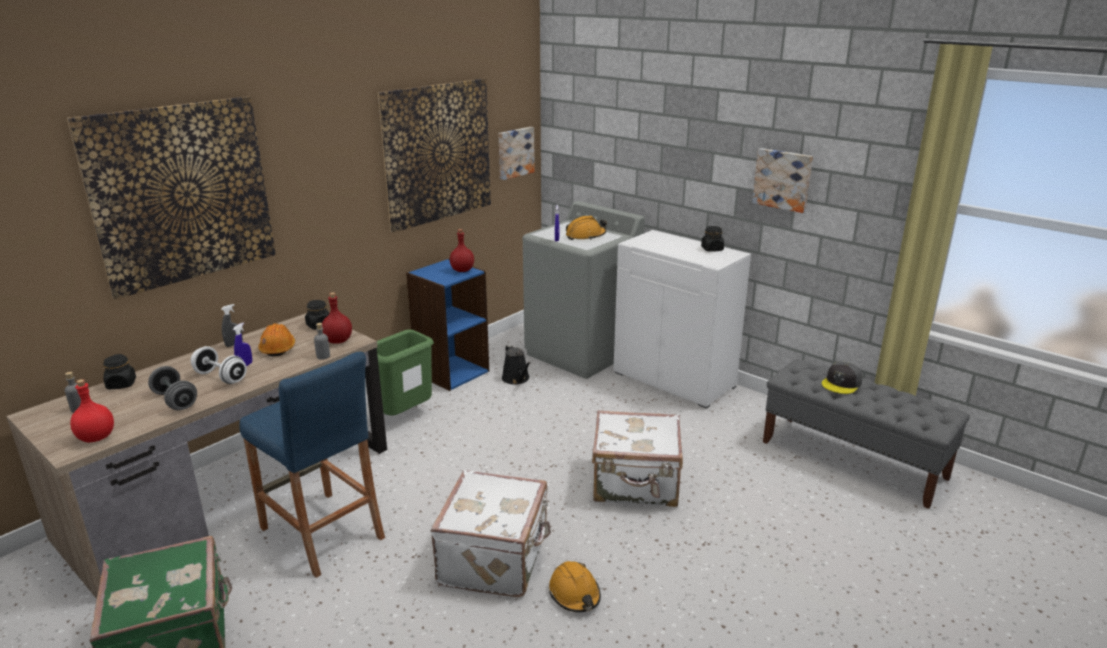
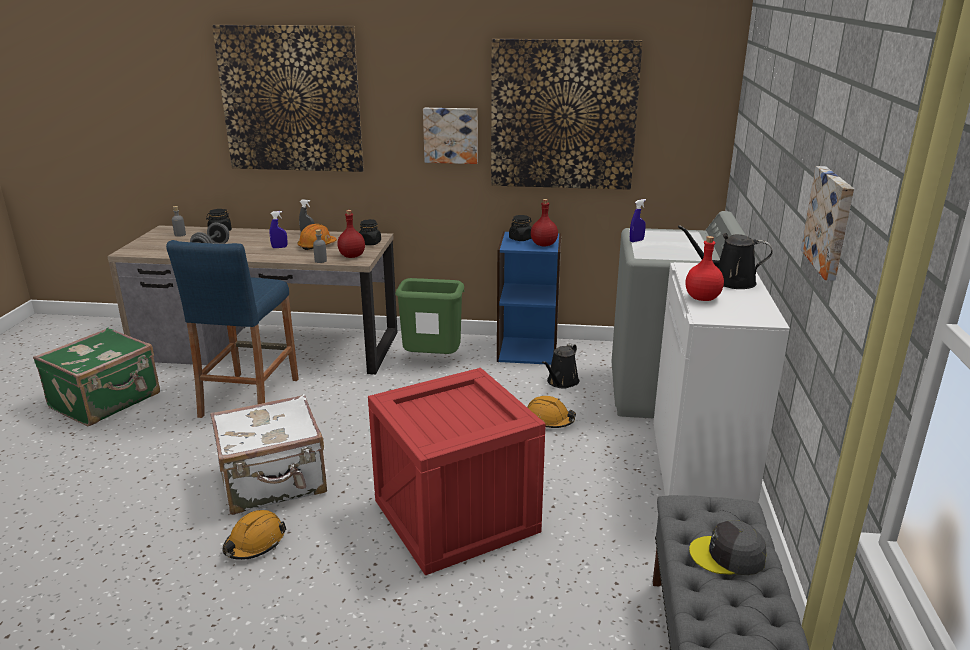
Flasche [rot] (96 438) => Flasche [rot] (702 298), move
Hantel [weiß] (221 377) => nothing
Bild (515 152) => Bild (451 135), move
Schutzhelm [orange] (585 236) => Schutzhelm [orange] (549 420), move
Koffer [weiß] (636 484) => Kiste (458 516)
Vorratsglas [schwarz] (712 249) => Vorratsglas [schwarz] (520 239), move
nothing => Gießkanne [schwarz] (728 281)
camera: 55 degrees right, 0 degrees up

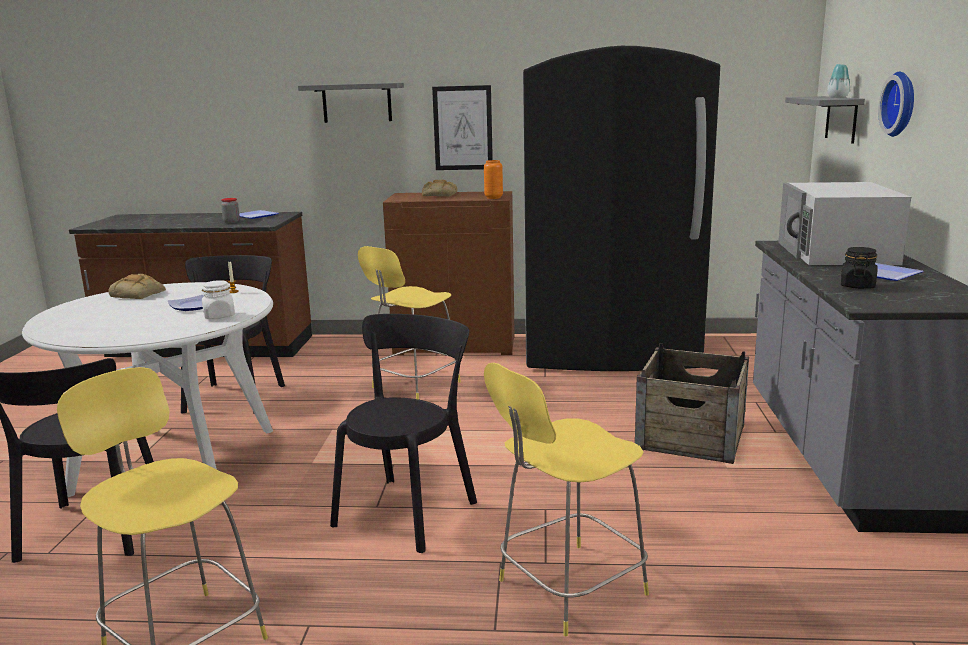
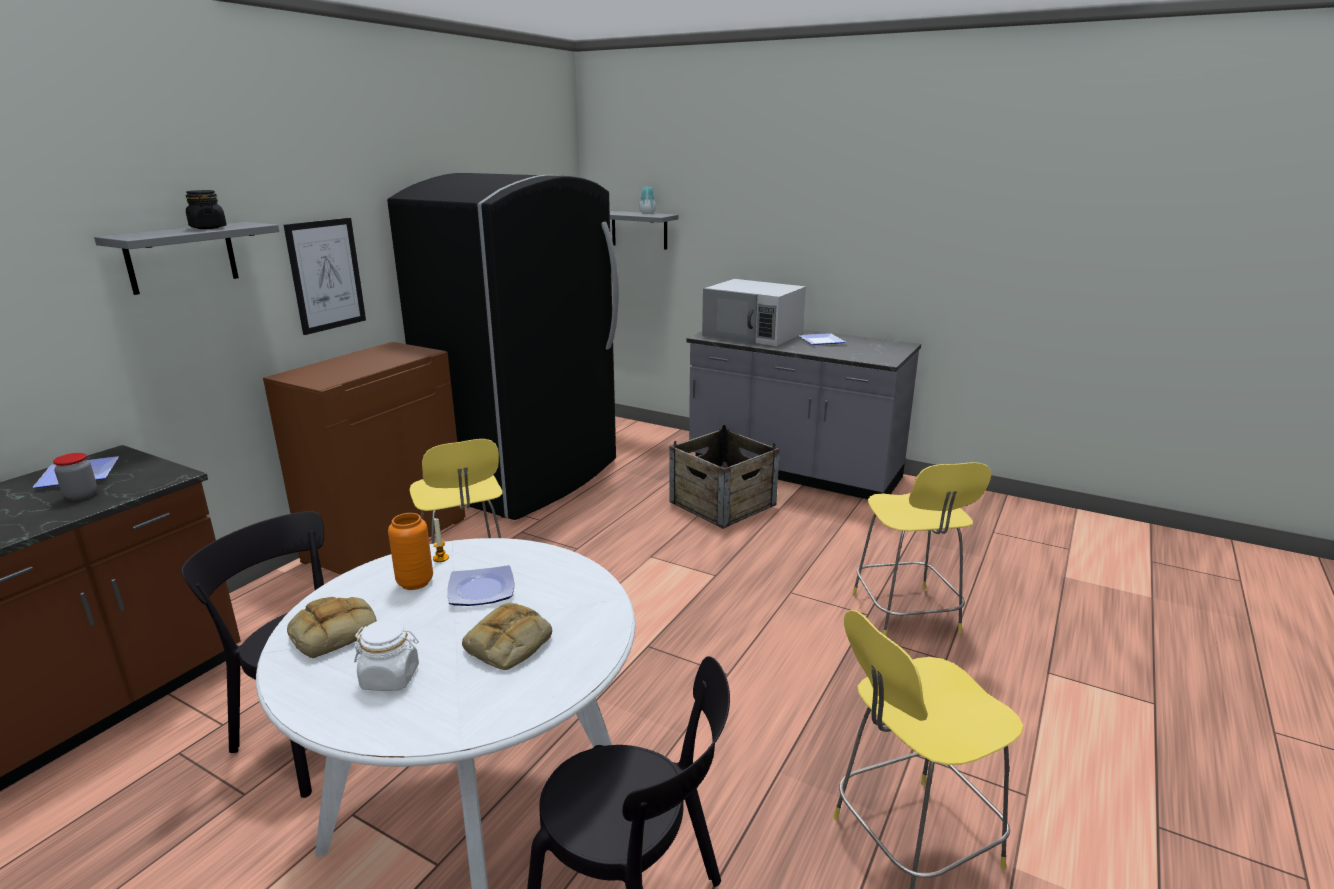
Vorratsglas [weiß] (219 316) => Vorratsglas [weiß] (390 677), move
Stuhl [schwarz] (409 510) => nothing
Brot (439 195) => Brot (508 644), move
Vase [orange] (493 197) => Vase [orange] (415 582), move
Vorratsglas [schwarz] (857 286) => Vorratsglas [schwarz] (208 228), move
Wanduhr (902 104) => nothing
camera: 65 degrees left, 5 degrees up

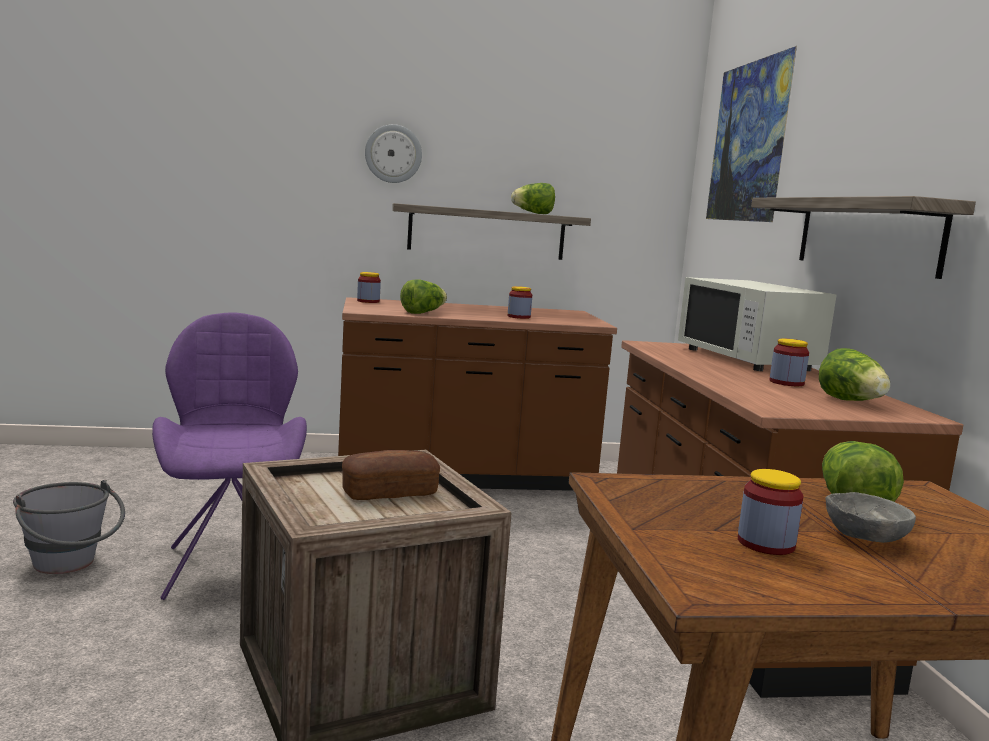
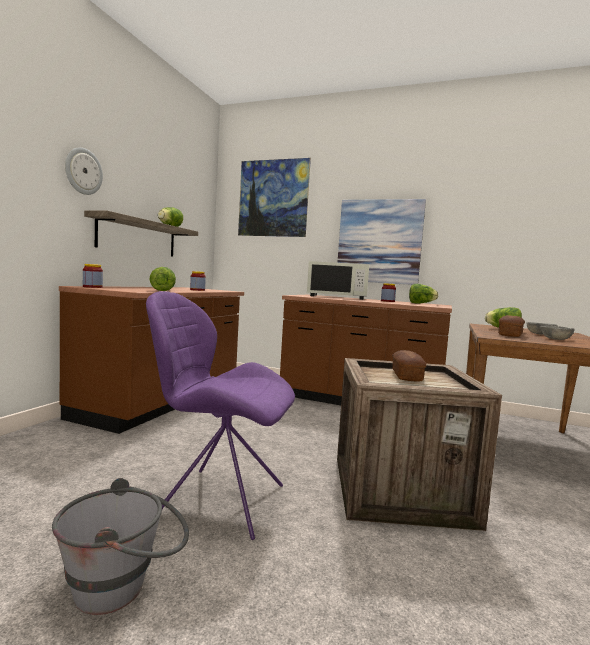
Vorratsglas (766 544) => Schüssel [grau] (555 339)
Wandregal (866 235) => Bild (379 241)
nothing => Brot (510 335)
camera: 60 degrees left, 5 degrees down

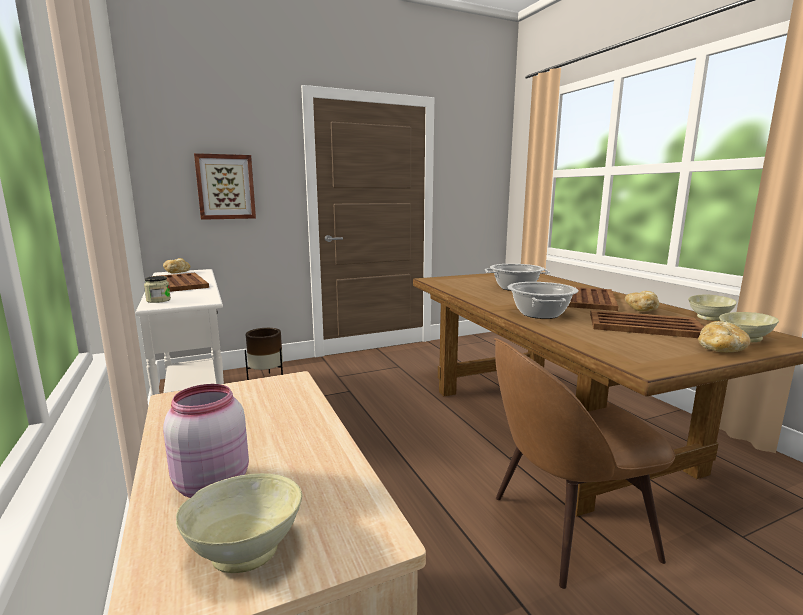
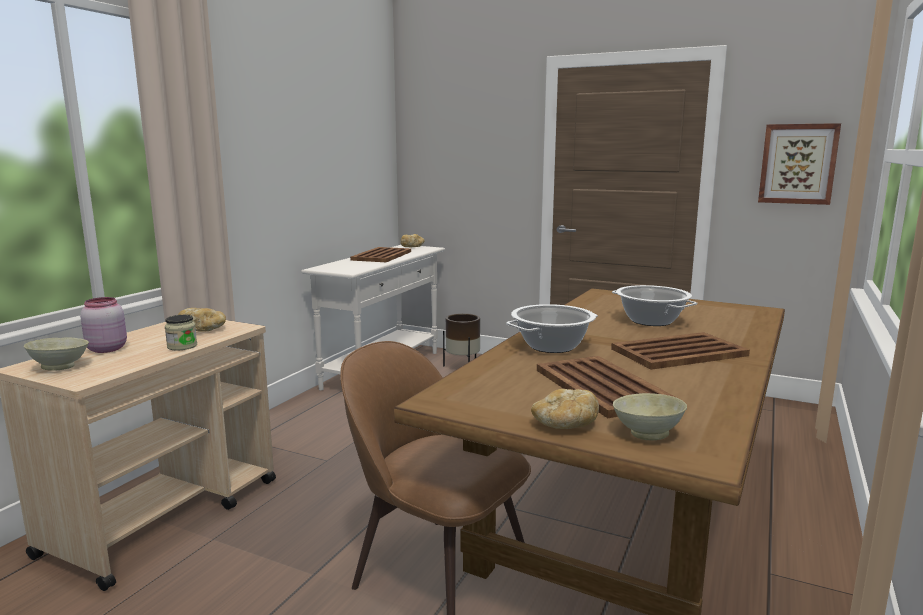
Vorratsglas (158 300) => Vorratsglas (182 346), move
Bild (225 187) => Bild (797 164), move
Brot (641 310) => Brot (203 330), move
Schüssel [beige] (708 318) => nothing
camera: 50 degrees right, 0 degrees up

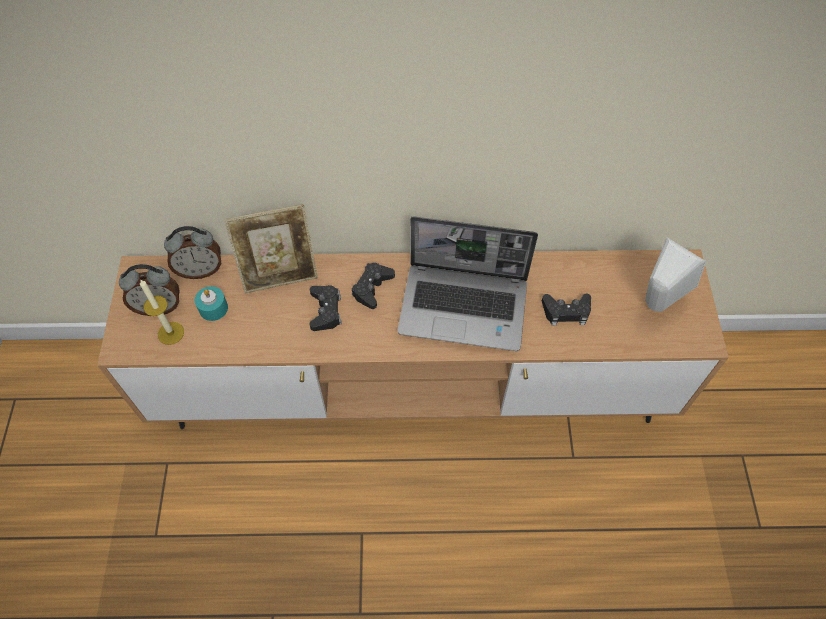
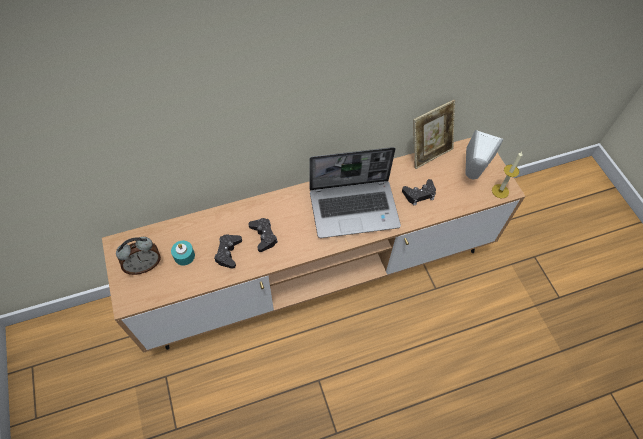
Kerze (171 333) => Kerze (500 191), move
Wecker (200 270) => nothing
Bilderrahmen (280 274) => Bilderrahmen (429 152), move
Gamepad [schwarz] (372 288) => Gamepad [schwarz] (228 252), move
camera: 20 degrees left, 0 degrees up

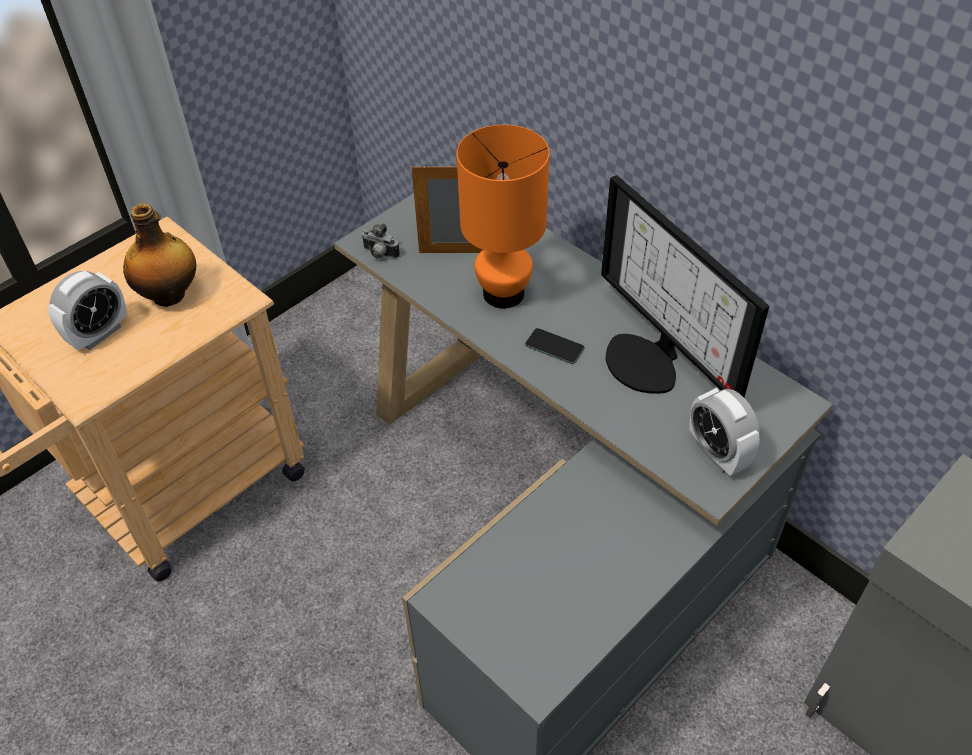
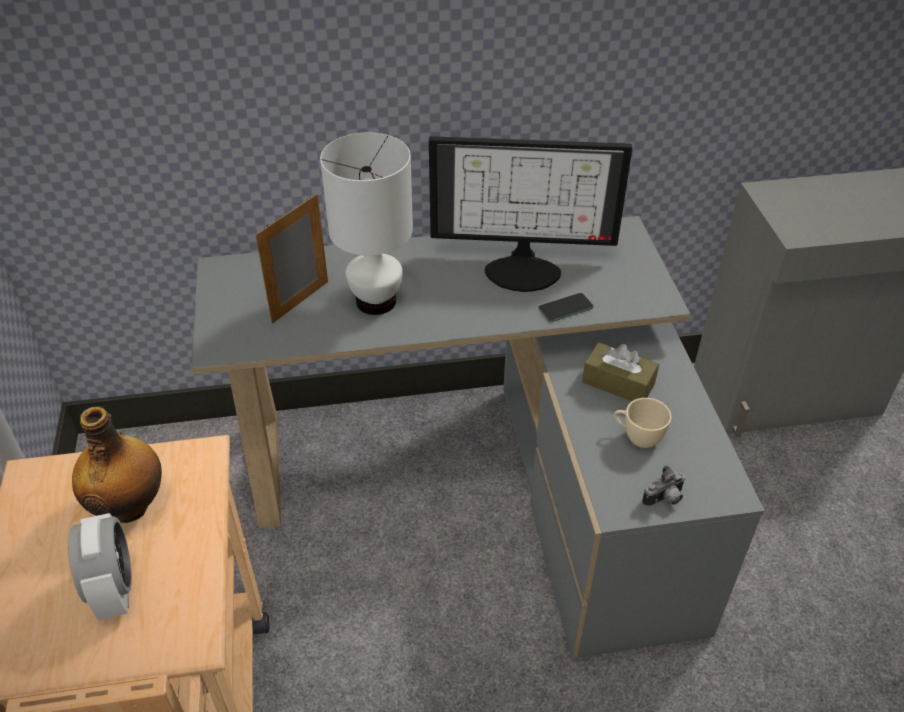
Kamera (379 254) => Kamera (664 499), move
Tischlampe [orange] (504 294) => Tischlampe [weiß] (377 301)
Handy (554 347) => Handy (565 308), move
Wecker (717 453) => nothing
nothing => Taschentuchbox [braun] (618 383)
nothing => Tasse [beige] (637 437)
camera: 55 degrees left, 5 degrees down

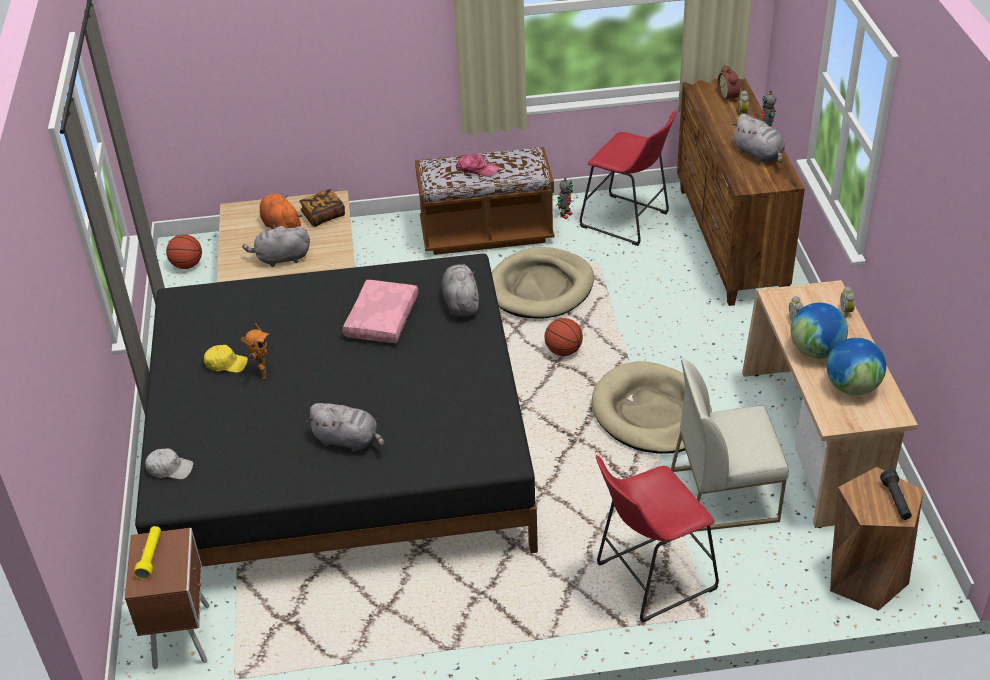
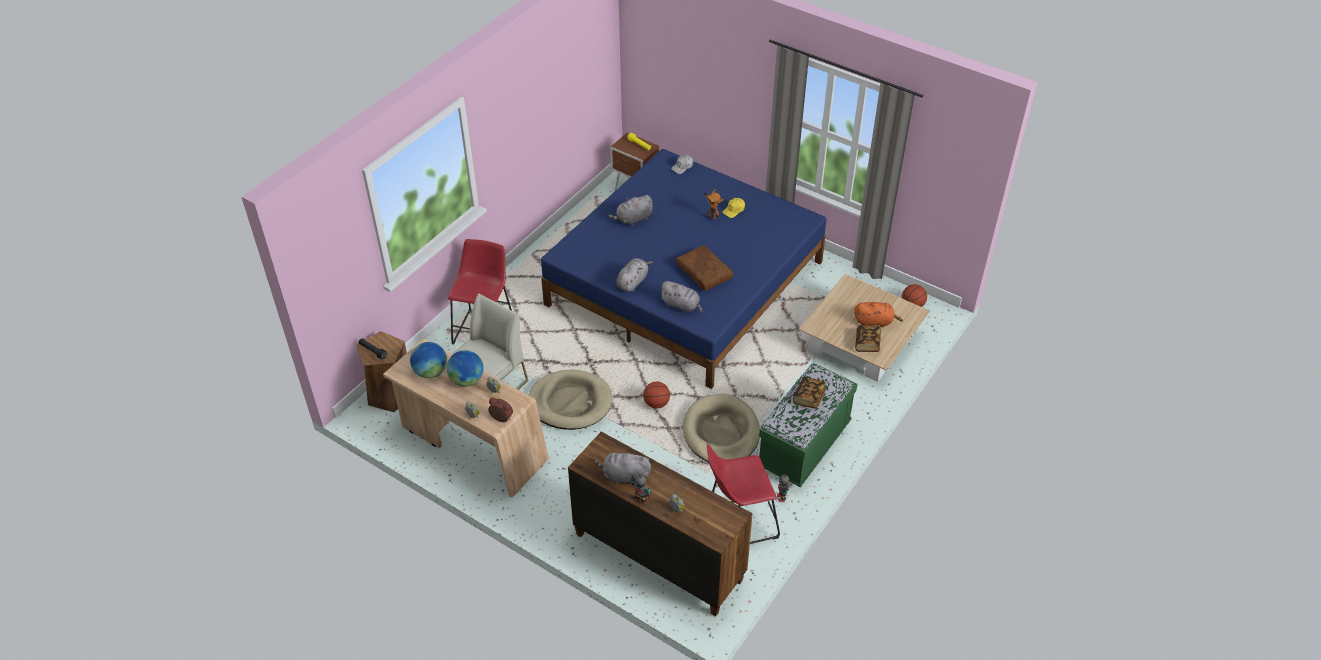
Bett [schwarz] (341 449) => Bett [blau] (685 283)
Plüschtier [grau] (281 259) => Plüschtier [grau] (633 282), move
Kissen [rosa] (381 318) => Kissen [braun] (705 272)
Bank [braun] (486 233) => Bank [grün] (804 446)
Kappe (477 169) => Buch (808 398)
Wecker (729 96) => Wecker (501 418), move
camera: 130 degrees right, 5 degrees up

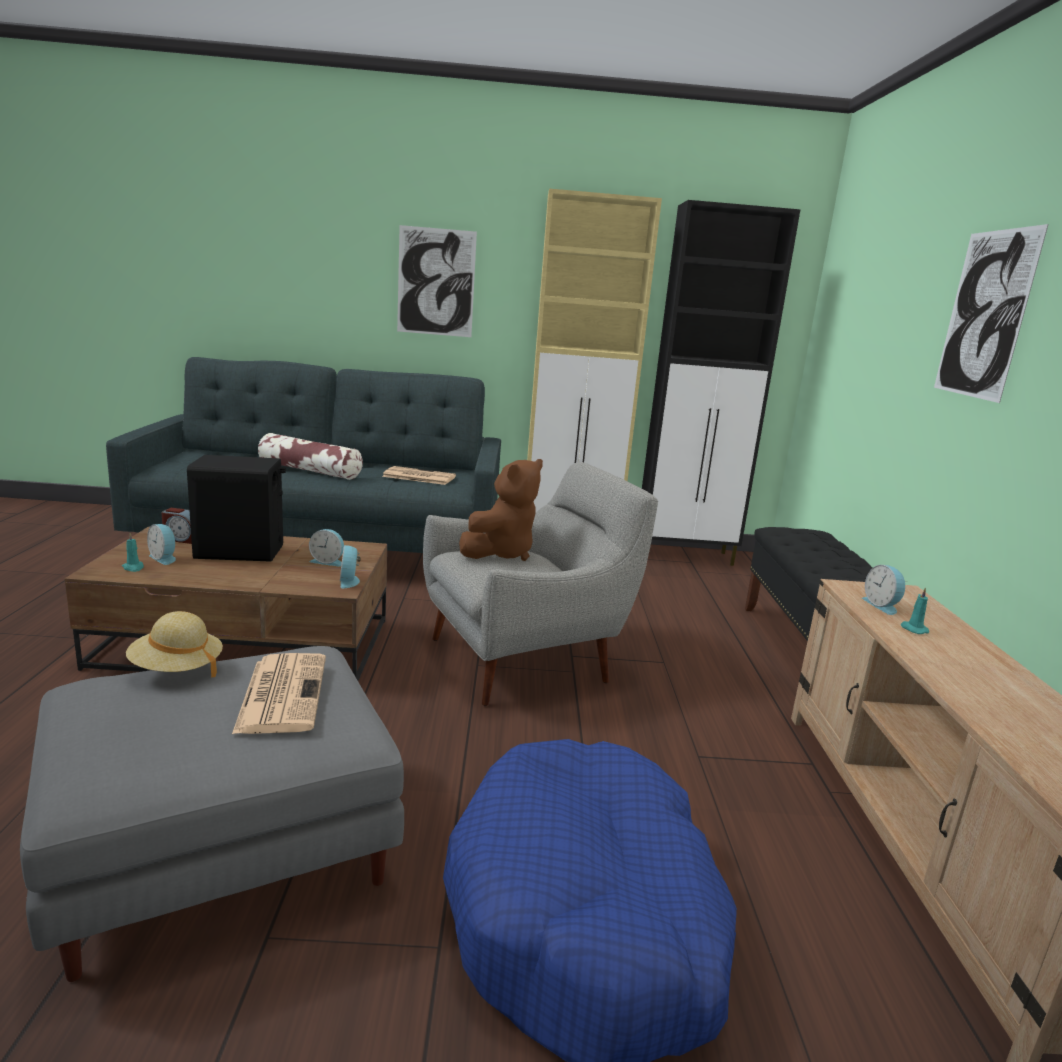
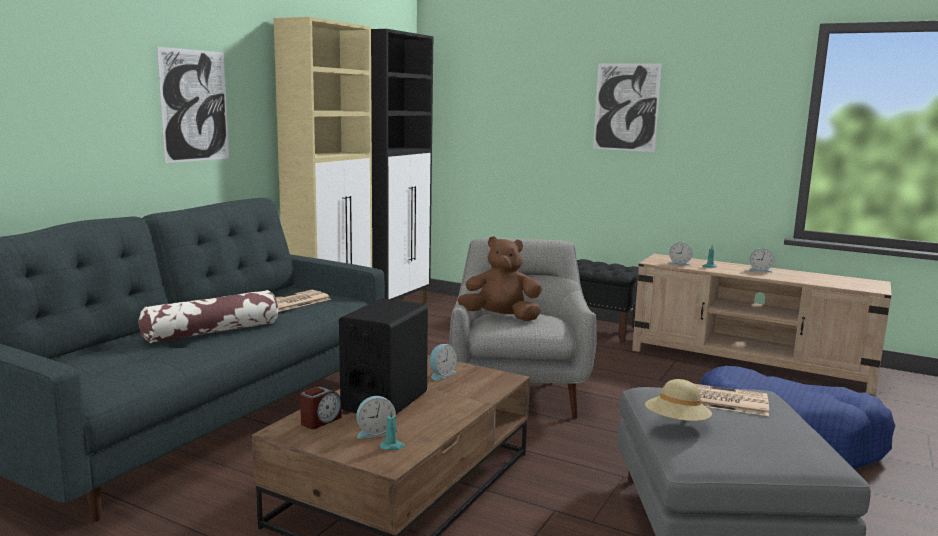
Wecker (350 581) => Wecker (760 270), move
Plüschtier [braun] (501 553) => Plüschtier [braun] (501 318), 60 degrees counterclockwise
camera: 60 degrees left, 5 degrees down

